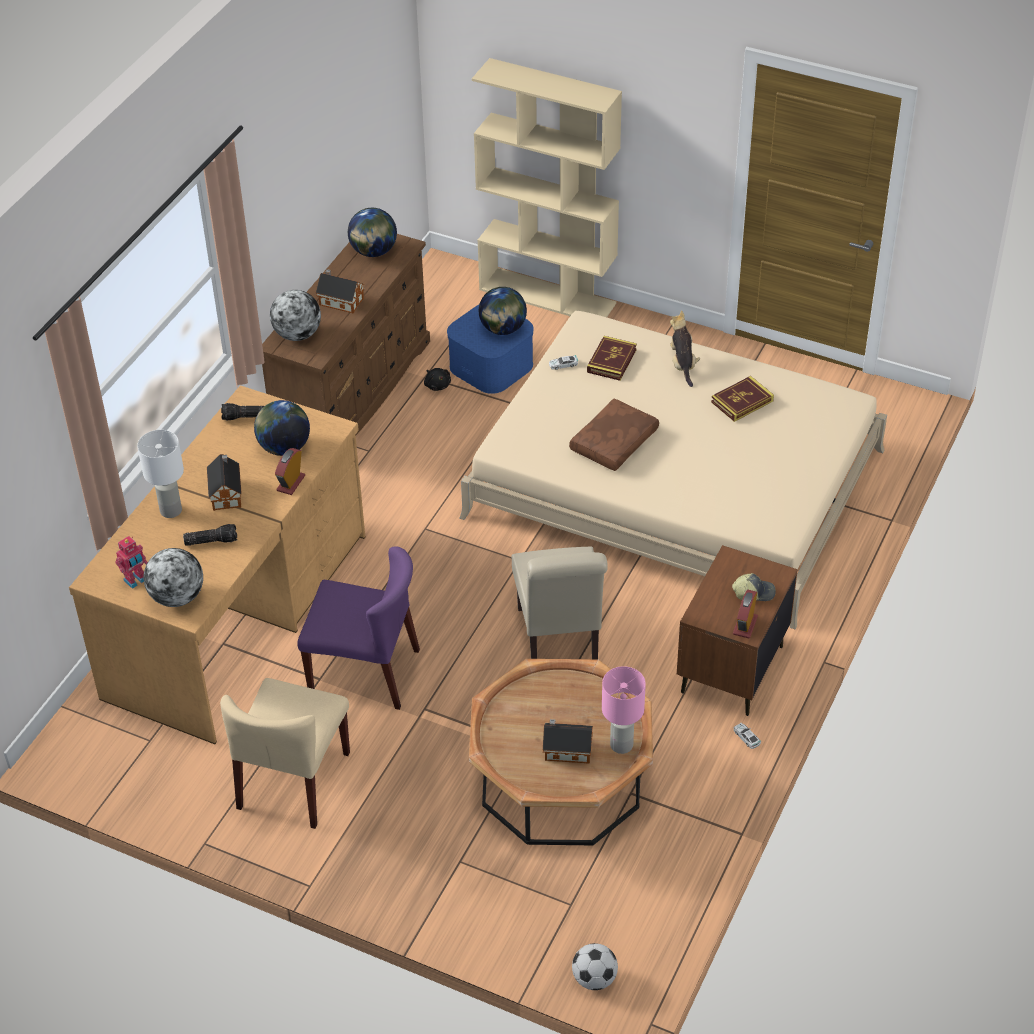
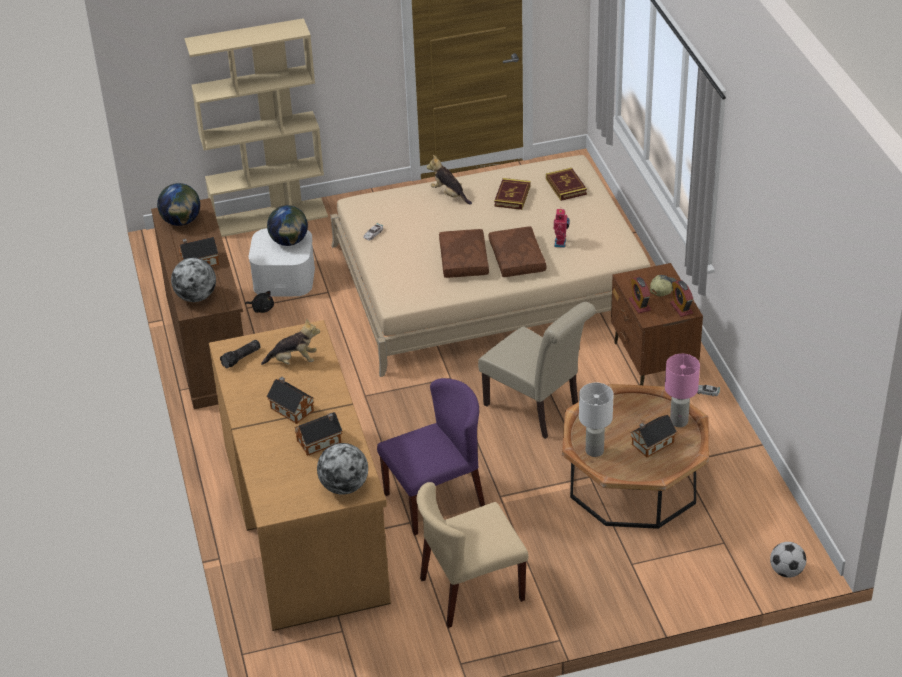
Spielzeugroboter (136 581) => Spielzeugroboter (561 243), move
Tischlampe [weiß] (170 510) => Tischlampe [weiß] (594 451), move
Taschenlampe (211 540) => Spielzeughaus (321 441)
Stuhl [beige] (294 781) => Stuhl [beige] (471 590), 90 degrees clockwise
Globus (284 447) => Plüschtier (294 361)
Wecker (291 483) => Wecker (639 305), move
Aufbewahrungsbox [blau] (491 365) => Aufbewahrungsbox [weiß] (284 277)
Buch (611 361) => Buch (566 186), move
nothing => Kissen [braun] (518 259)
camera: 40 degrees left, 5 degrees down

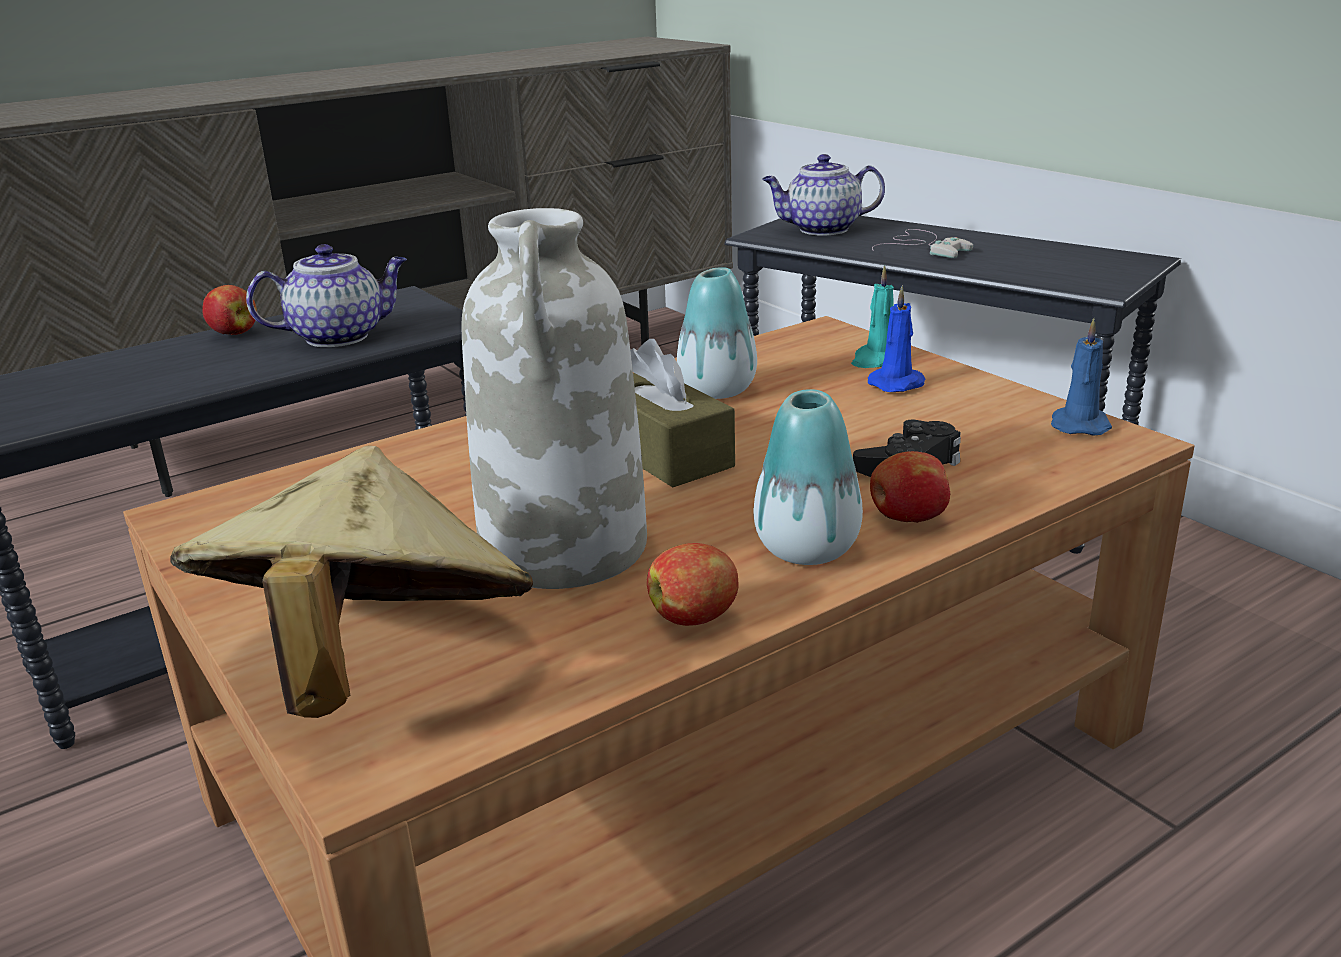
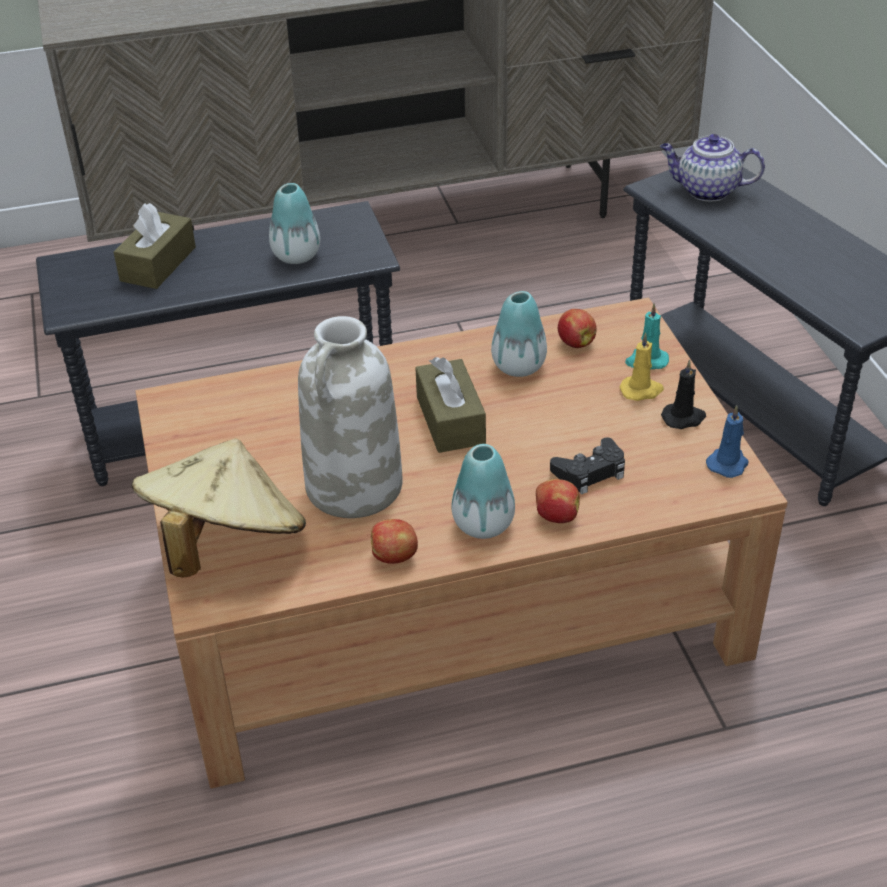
Apfel (233 333) => Apfel (575 342), move
Teekanne (340 336) => Vase (296 256)
Kerze [blau] (898 384) => Kerze [gelb] (642 390)
Gamepad [weiß] (923 247) => nothing
nothing => Taschentuchbox [braun] (158 264)
nothing => Kerze [schwarz] (684 418)
camera: 20 degrees right, 15 degrees up

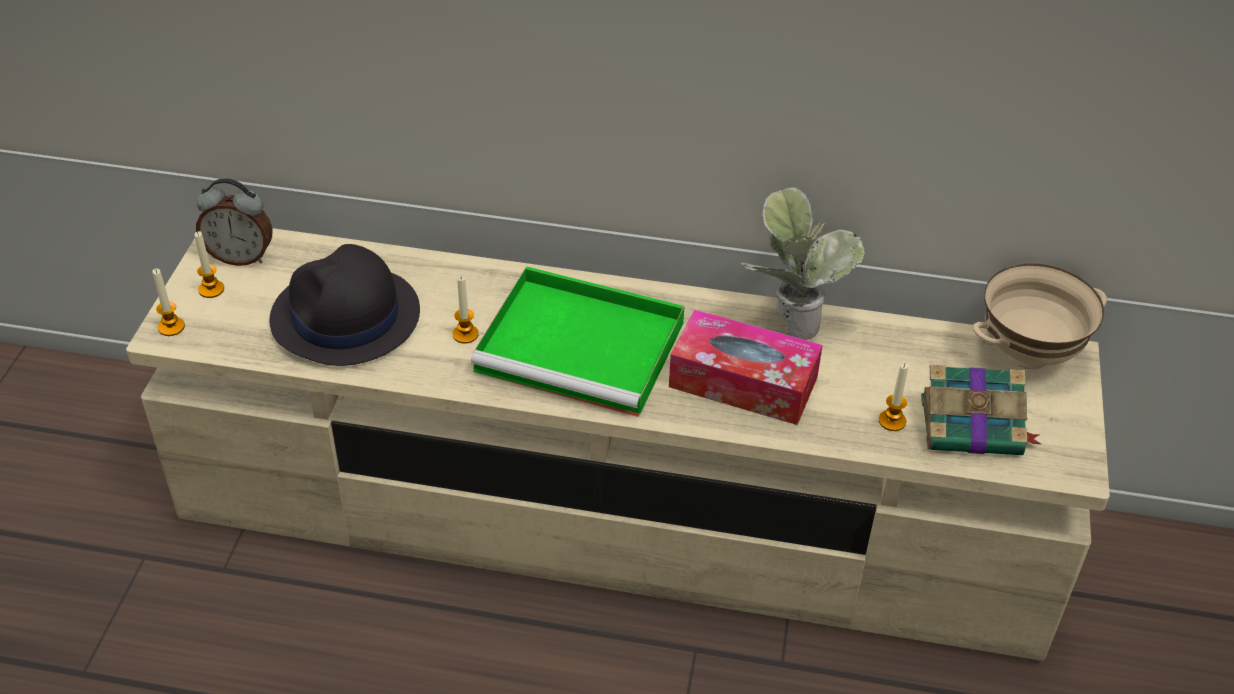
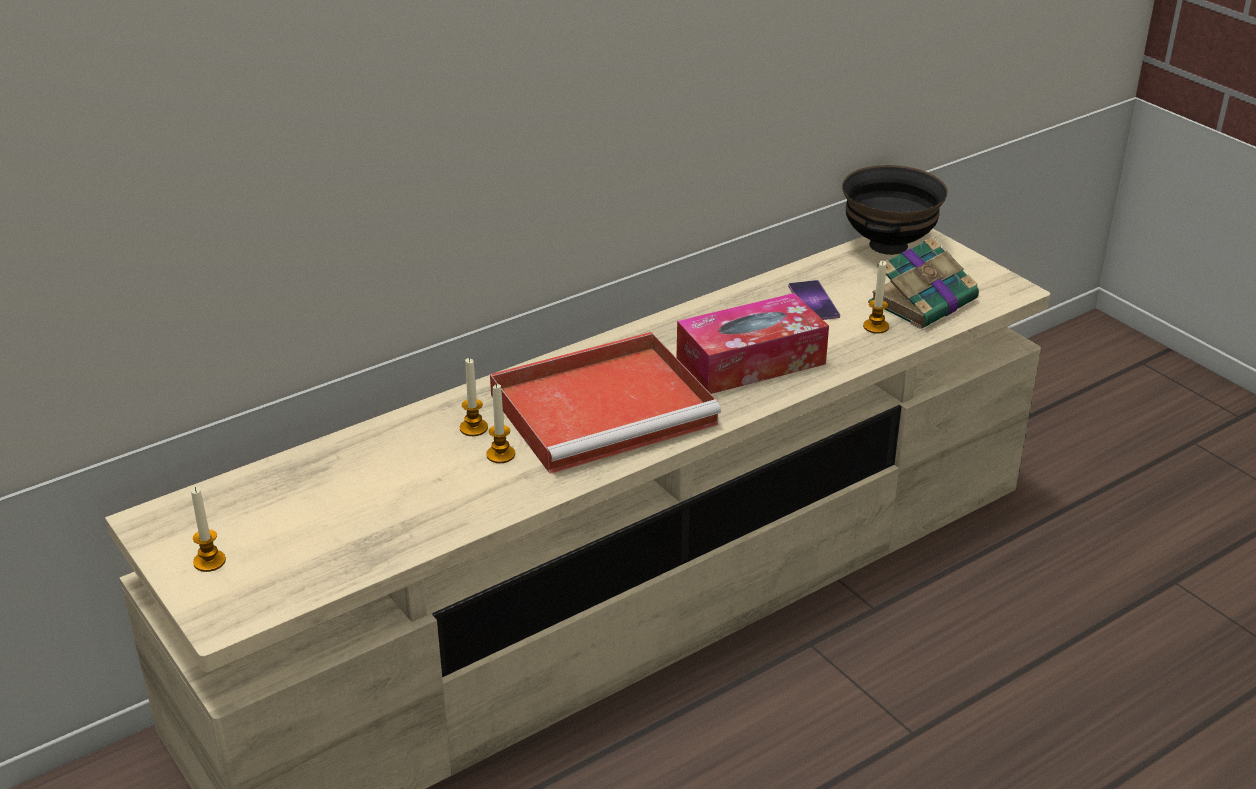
Kerze (171 327) => Kerze (473 428), move
Wecker (241 257) => nothing
Hut [schwarz] (345 318) => nothing
Tablett [grün] (584 347) => Tablett [rot] (606 407)
Topfpflanze (790 318) => nothing
Schüssel [beige] (1027 353) => Schüssel [schwarz] (887 245)
nothing => Handy (813 301)
camera: 45 degrees left, 10 degrees down

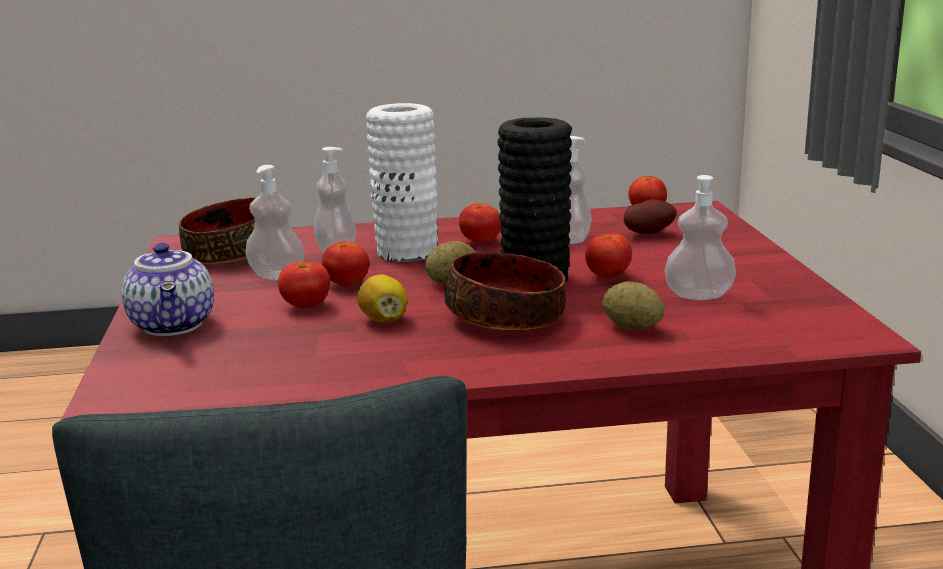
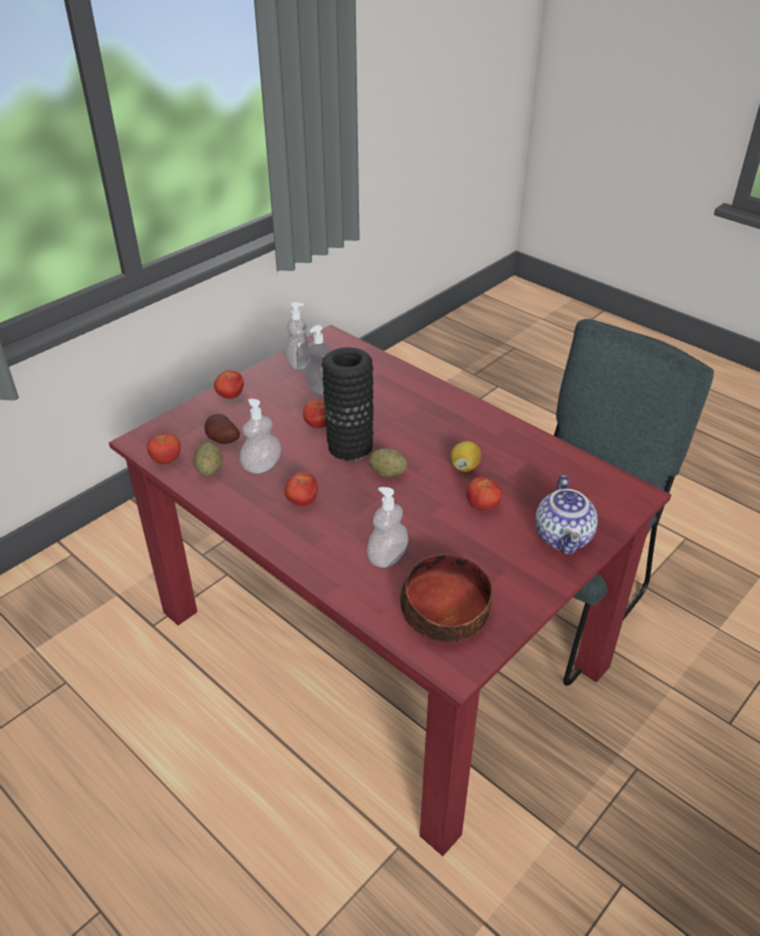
Teekanne (175 325) => Teekanne (564 537), 150 degrees clockwise
Seifenspender (277 276) => Seifenspender (299 364), move
Tomate (347 284) => Tomate (230 396), move
Vase [weiß] (406 252) => nothing
Schüssel (507 317) => nothing
Kartoffel (632 327) => Kartoffel (209 470), move
camera: 130 degrees left, 20 degrees up

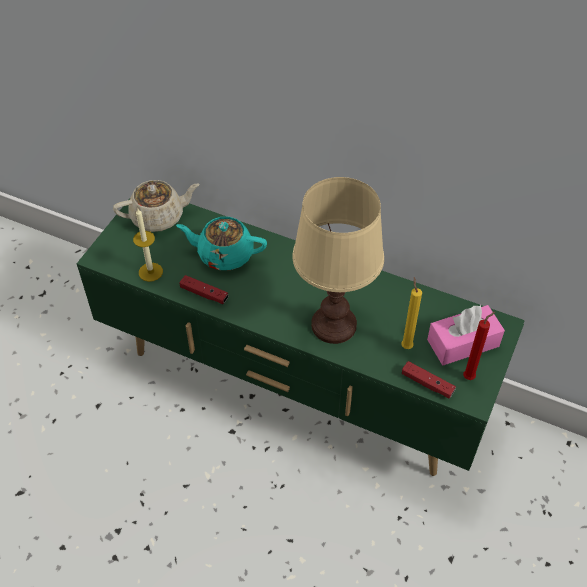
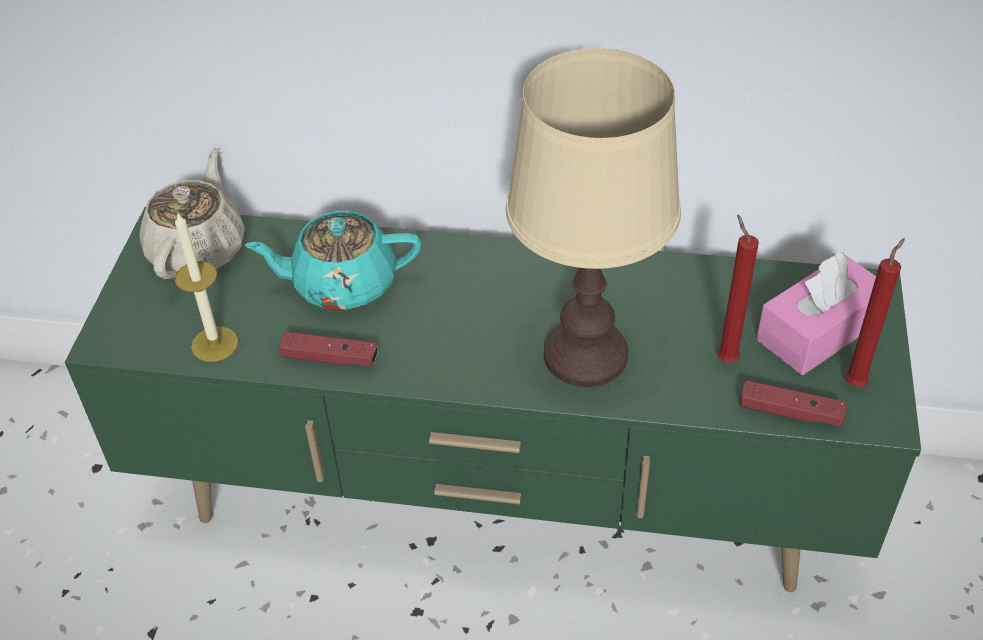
Teekanne [beige] (159 217) => Teekanne [beige] (199 250), 45 degrees counterclockwise
Kerze [gelb] (406 345) => Kerze [rot] (725 358)
camera: 15 degrees left, 5 degrees down

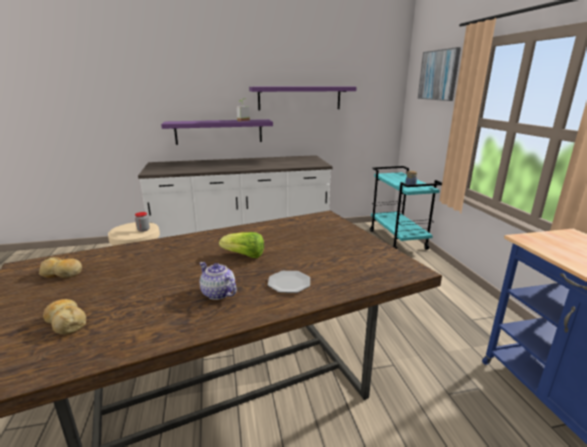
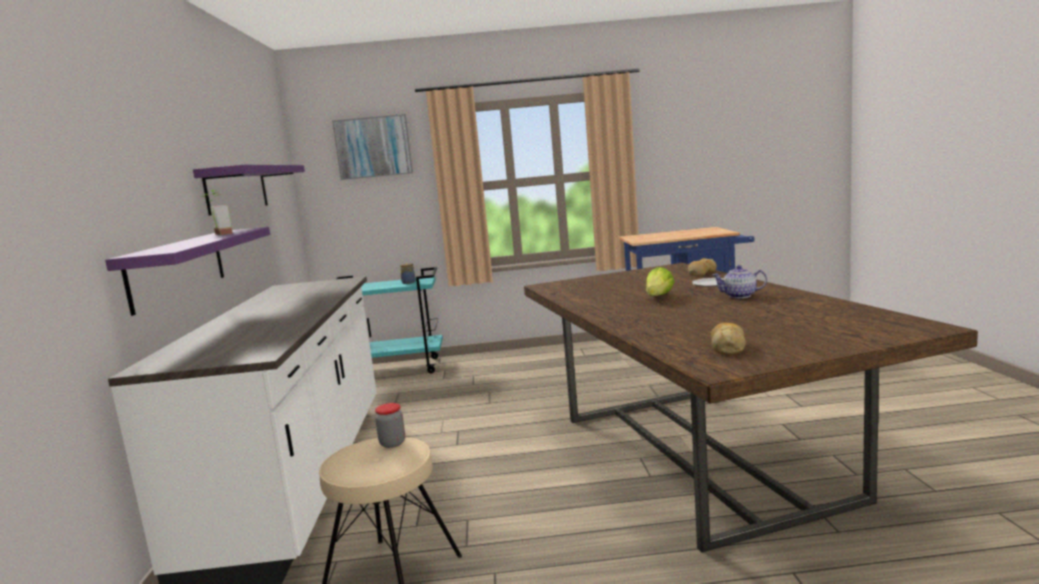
Brot (66 322) => Brot (701 273), move
Teekanne (218 293) => Teekanne (740 296), 45 degrees clockwise
camera: 80 degrees left, 10 degrees down

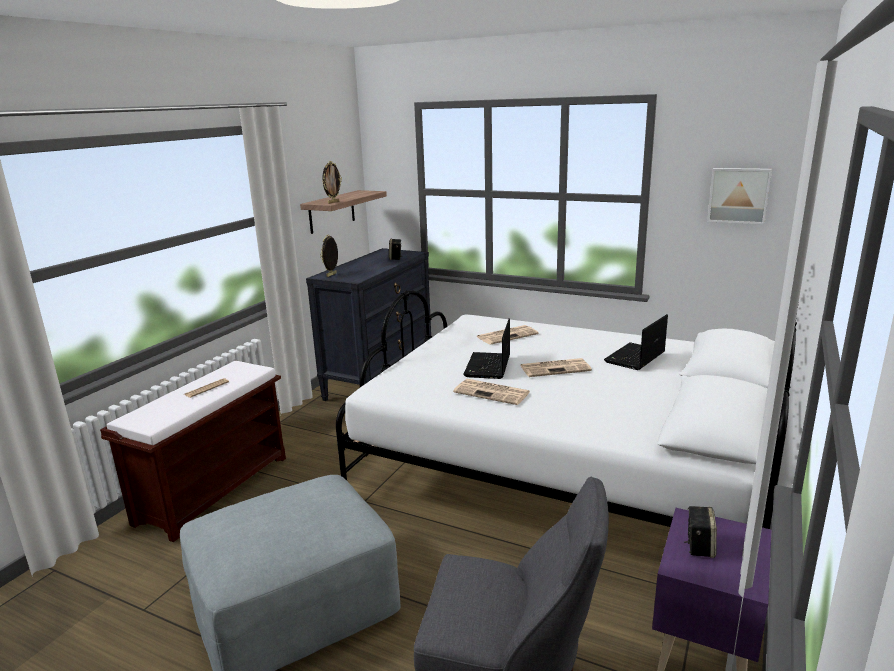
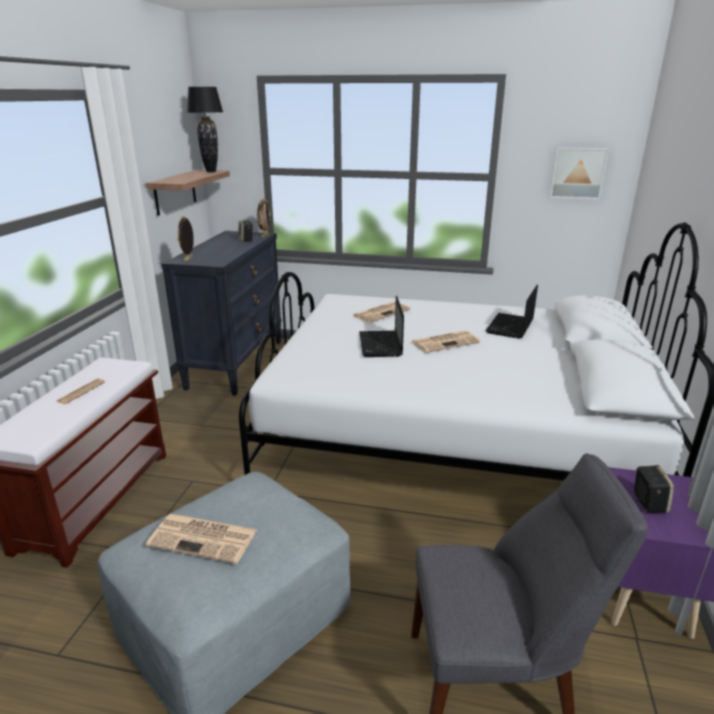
Bilderrahmen (333 202) => Bilderrahmen (265 236), move
Zeitung (493 392) => Zeitung (205 538), move
nothing => Tischlampe [schwarz] (211 171)
camera: 15 degrees left, 5 degrees up

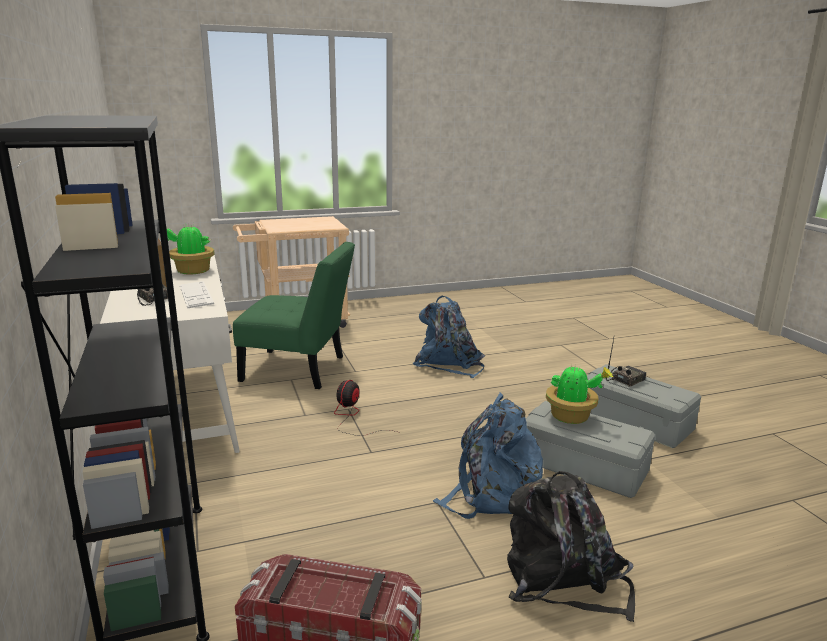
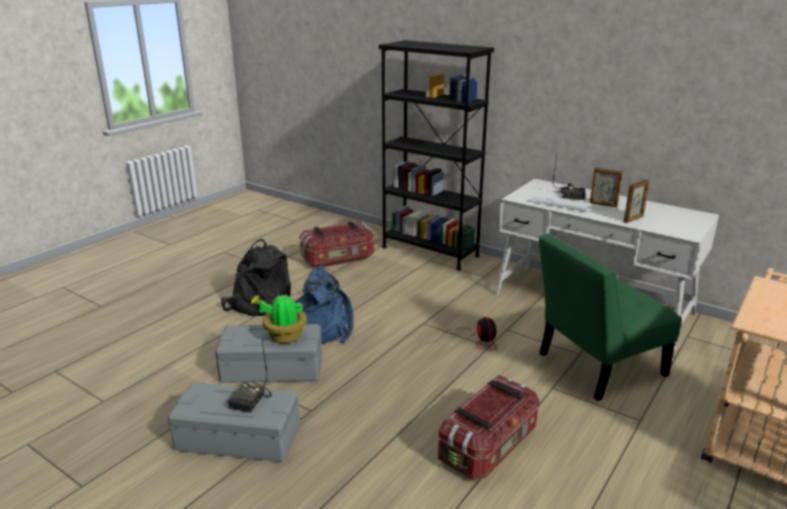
Topfpflanze (191 271) => Bilderrahmen (633 219)
Rucksack [blau] (449 363) => Aufbewahrungsbox (489 446)
camera: 145 degrees right, 5 degrees up

